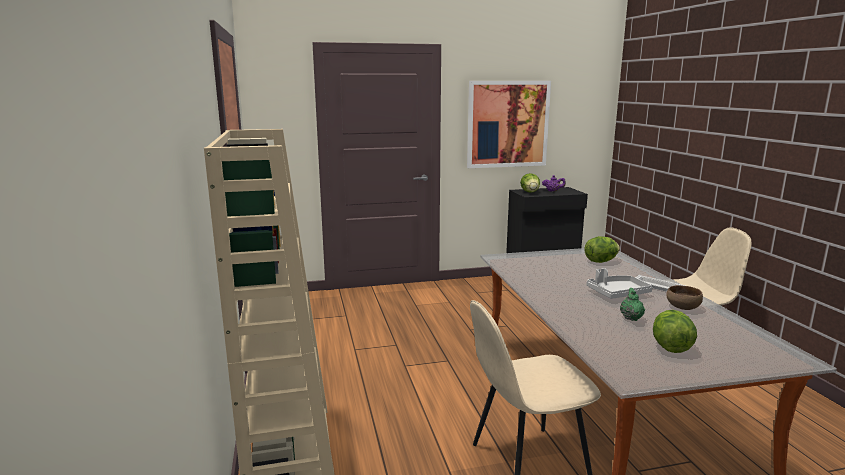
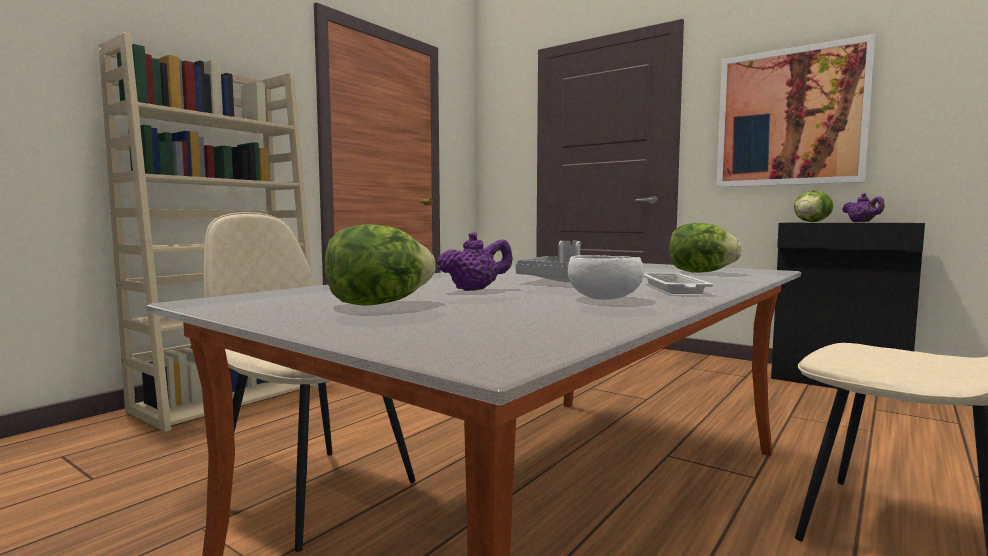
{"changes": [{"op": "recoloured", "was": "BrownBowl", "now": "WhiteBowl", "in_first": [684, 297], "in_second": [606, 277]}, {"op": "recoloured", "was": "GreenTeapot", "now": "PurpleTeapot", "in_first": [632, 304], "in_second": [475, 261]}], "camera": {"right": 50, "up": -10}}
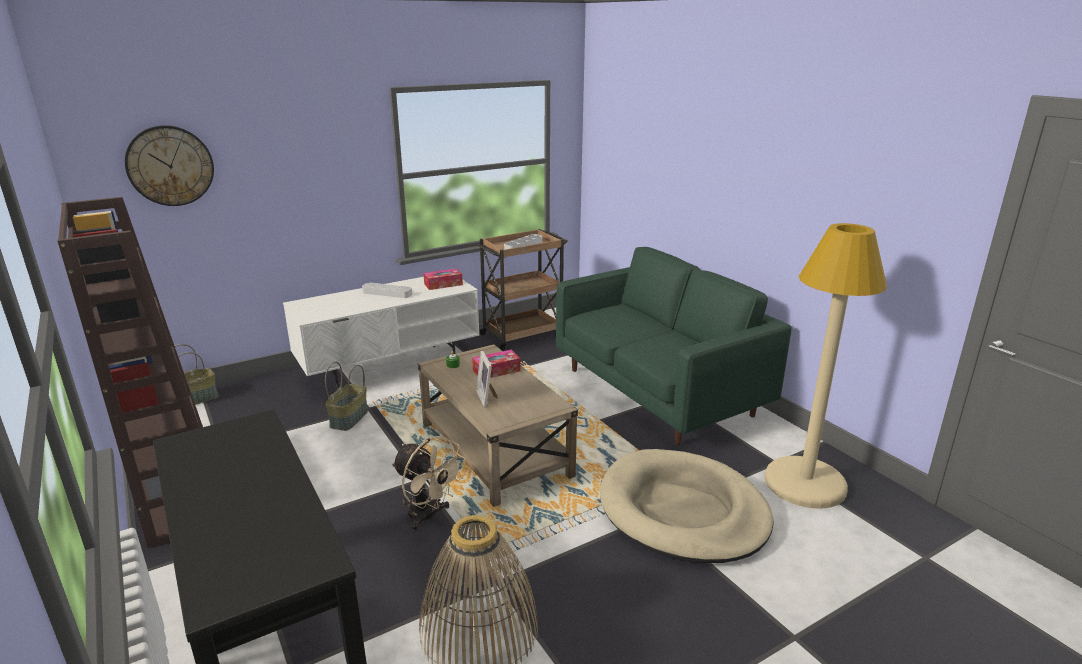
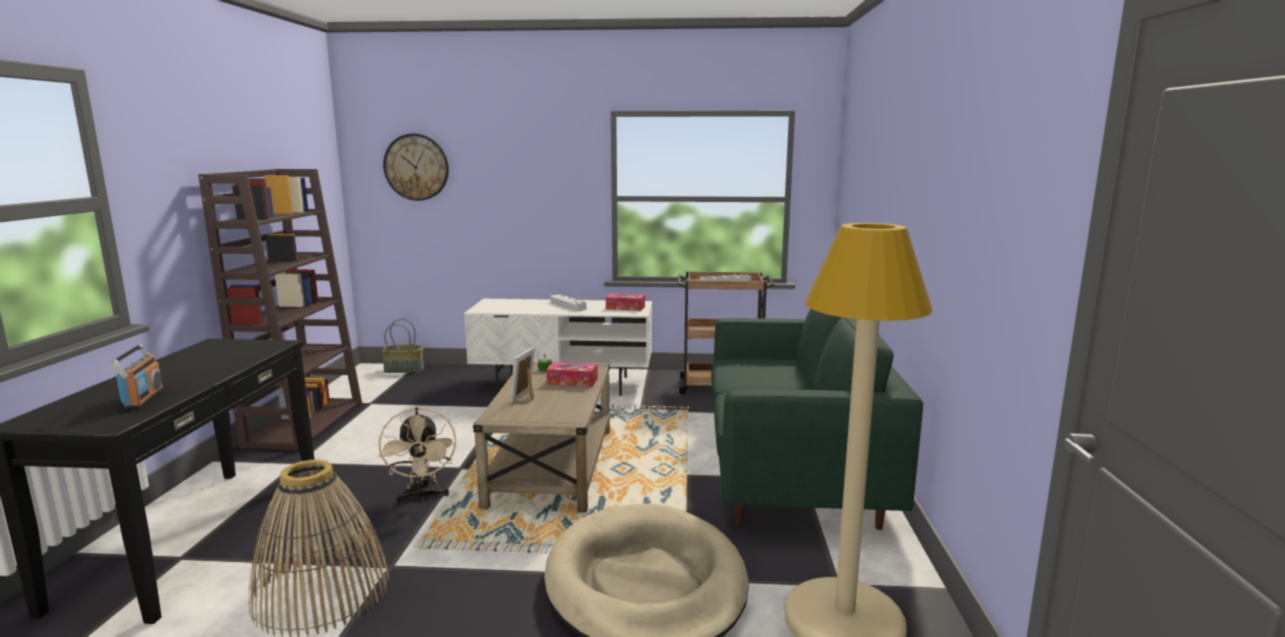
{"changes": [{"op": "removed", "was": "Basket", "in_first": [346, 396]}, {"op": "added", "now": "Radio", "in_second": [137, 376]}], "camera": {"right": 35, "up": -10}}
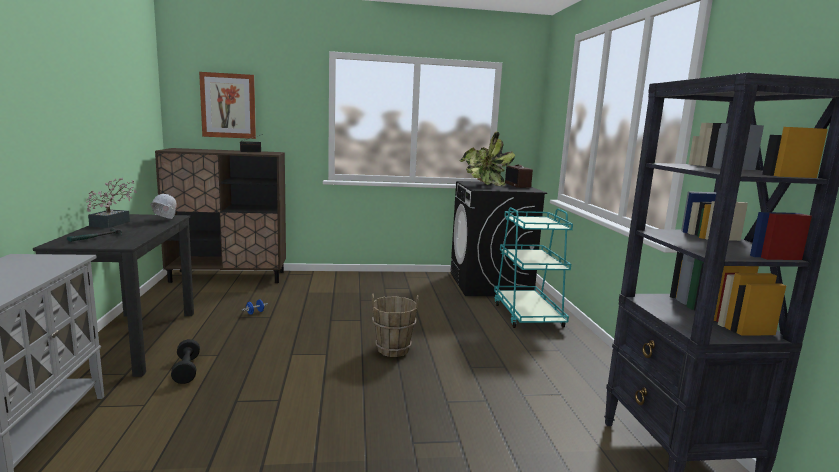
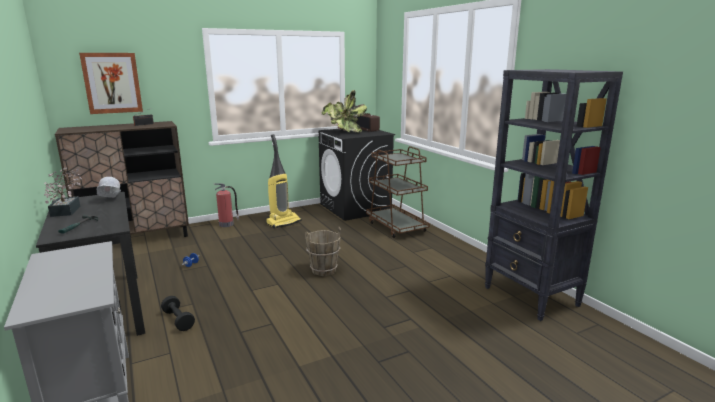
{"changes": [{"op": "recoloured", "was": "TurquoiseCart", "now": "BrownCart", "in_first": [533, 267], "in_second": [398, 192]}, {"op": "added", "now": "VacuumCleaner", "in_second": [283, 181]}, {"op": "added", "now": "FireExtinguisher", "in_second": [226, 205]}], "camera": {"right": -20, "up": 5}}
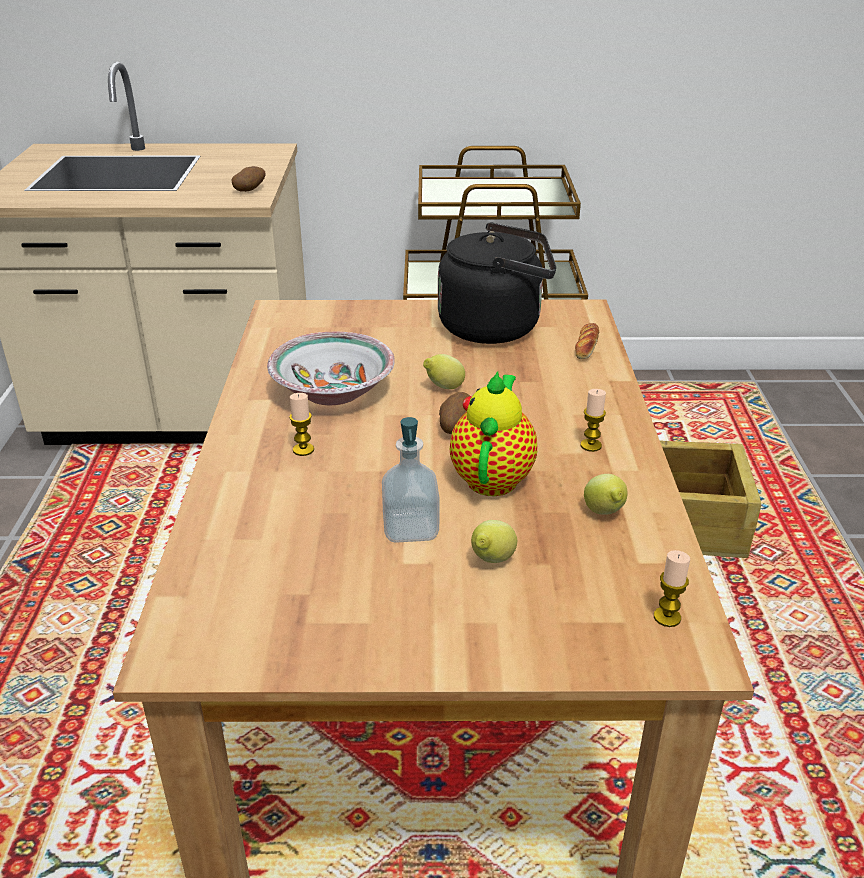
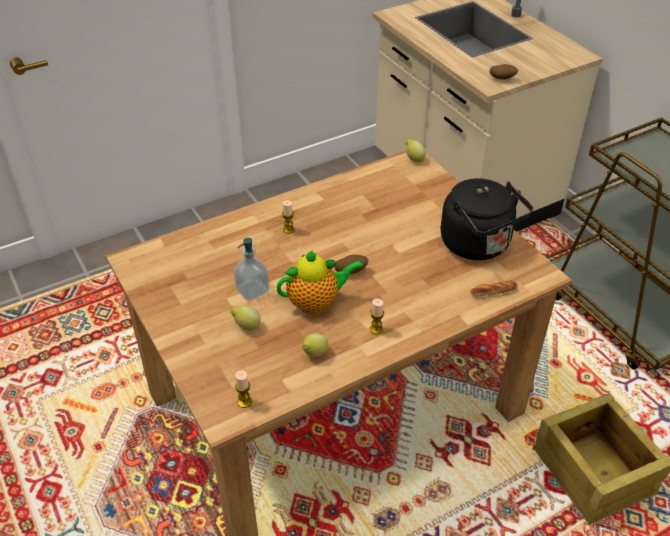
{"changes": [{"op": "removed", "was": "Bowl", "in_first": [331, 368]}, {"op": "moved", "was": "Lemon", "in_first": [444, 371], "in_second": [416, 150]}], "camera": {"right": 60, "up": 10}}
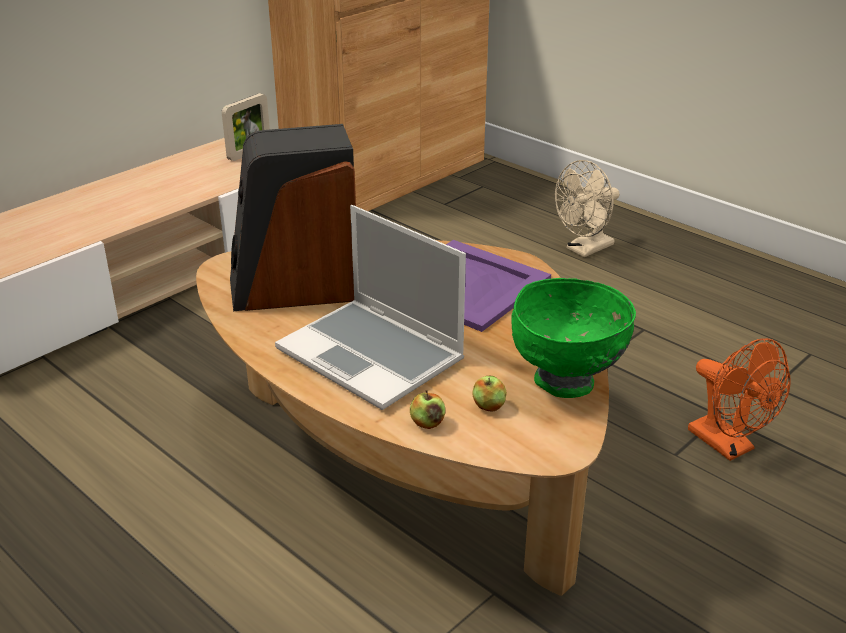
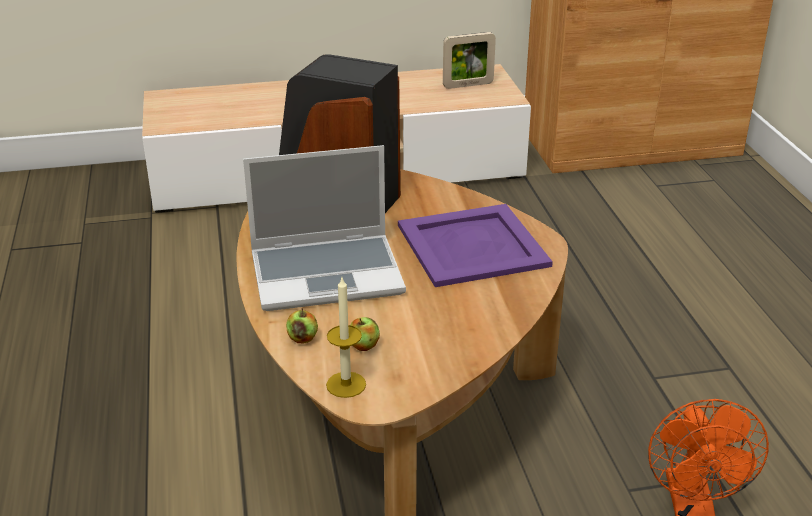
{"changes": [{"op": "removed", "was": "BeigeFan", "in_first": [587, 208]}, {"op": "turned", "was": "Laptop", "in_first": [370, 307], "in_second": [324, 228], "clockwise": -90}, {"op": "removed", "was": "GreenBowl", "in_first": [573, 338]}, {"op": "added", "now": "Candle", "in_second": [346, 338]}], "camera": {"right": 35, "up": 0}}
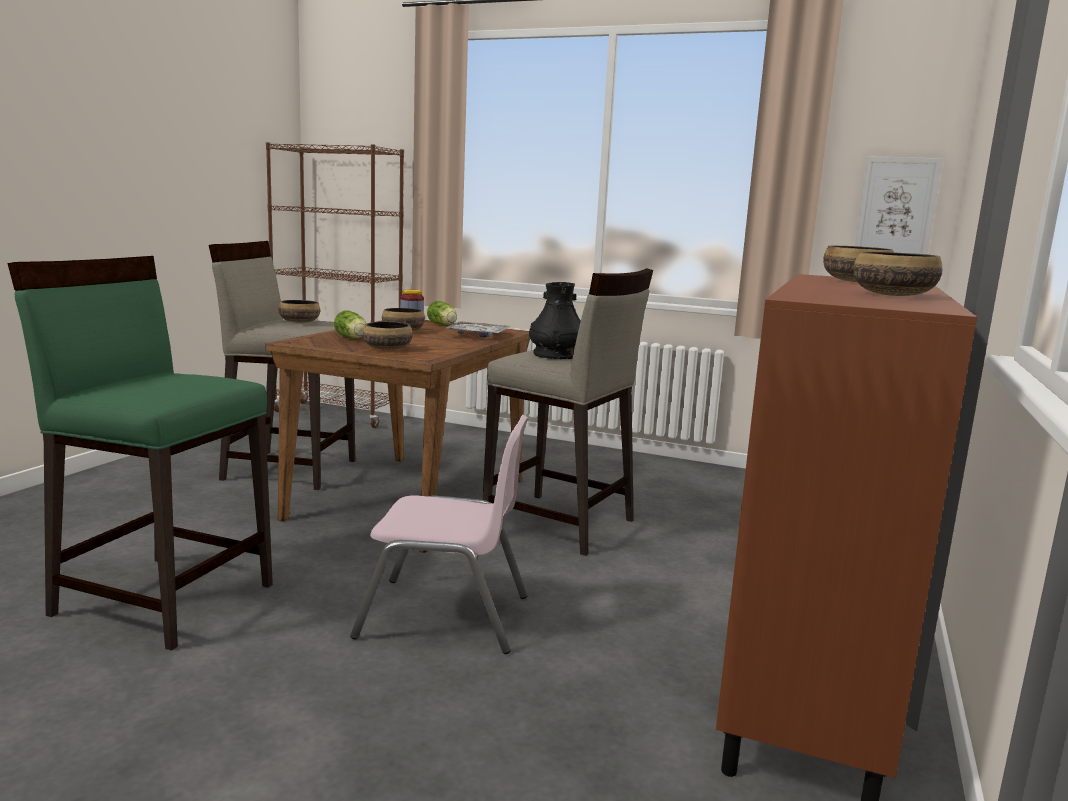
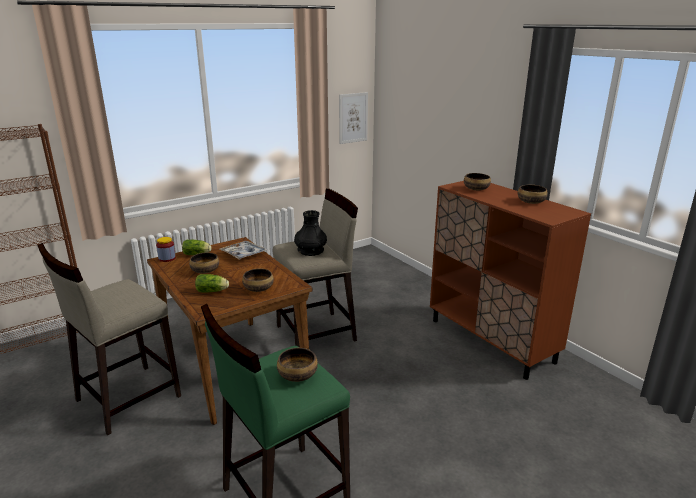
{"changes": [{"op": "moved", "was": "Bowl", "in_first": [299, 311], "in_second": [297, 365]}, {"op": "removed", "was": "PinkChair", "in_first": [439, 534]}], "camera": {"right": -55, "up": 10}}
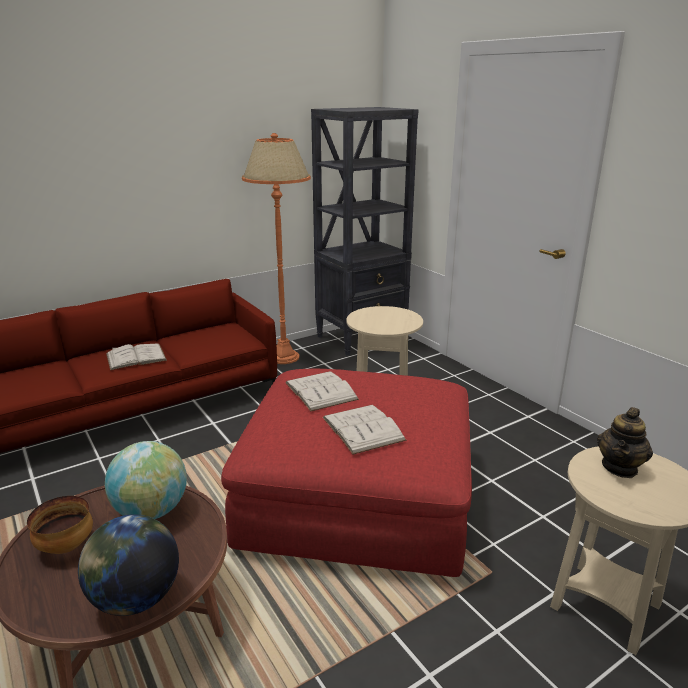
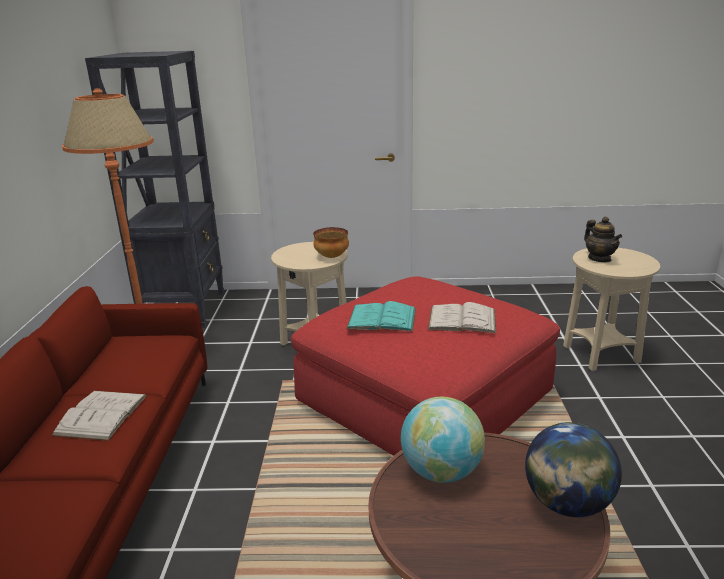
{"changes": [{"op": "recoloured", "was": "WhiteBook", "now": "TurquoiseBook", "in_first": [322, 391], "in_second": [381, 316]}, {"op": "moved", "was": "Bowl", "in_first": [60, 525], "in_second": [331, 242]}], "camera": {"right": -55, "up": 0}}
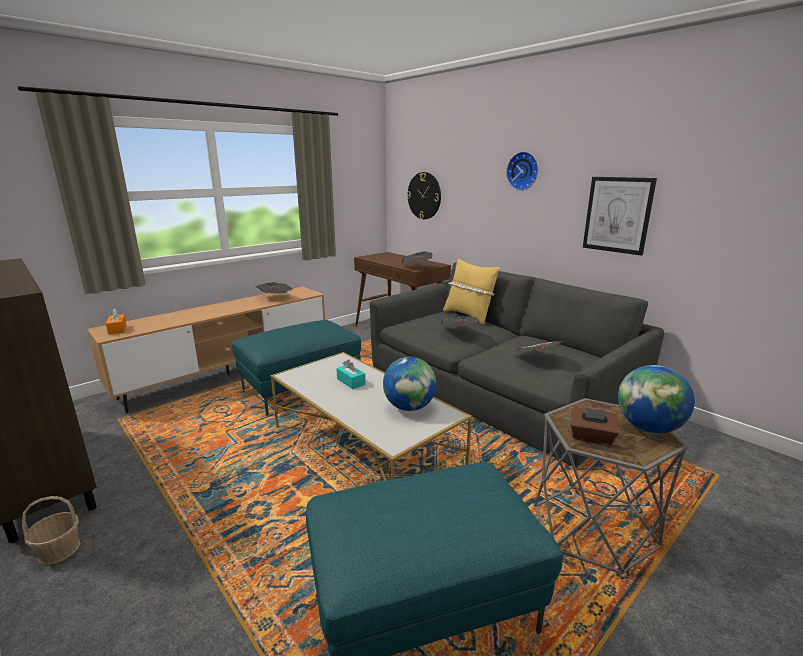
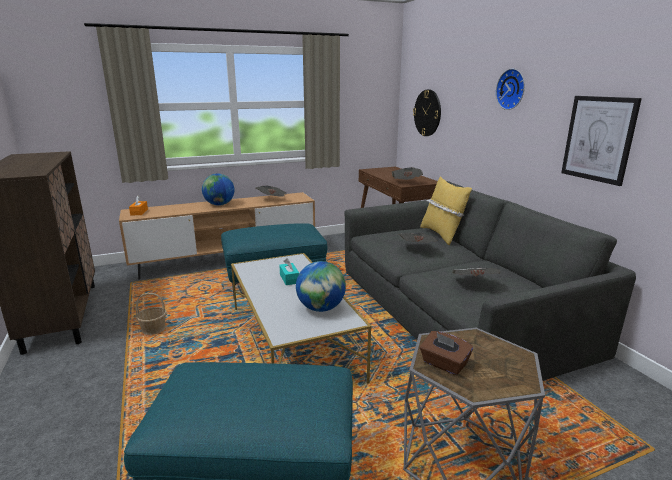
{"changes": [{"op": "moved", "was": "Globe", "in_first": [656, 399], "in_second": [218, 190]}, {"op": "moved", "was": "Basket", "in_first": [51, 530], "in_second": [151, 314]}], "camera": {"right": 20, "up": 0}}
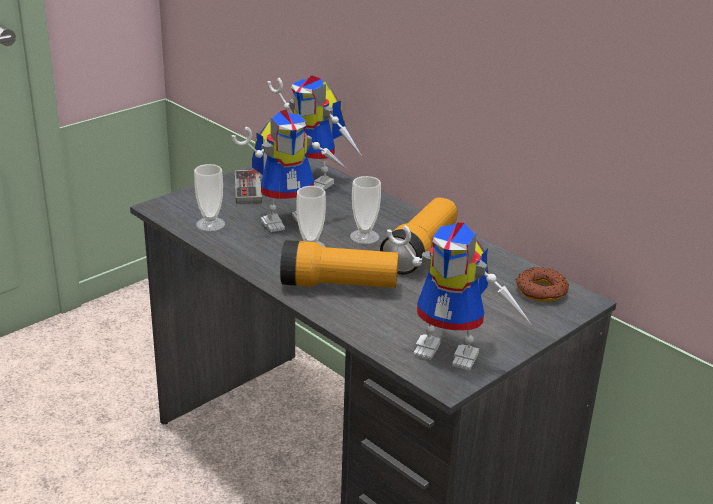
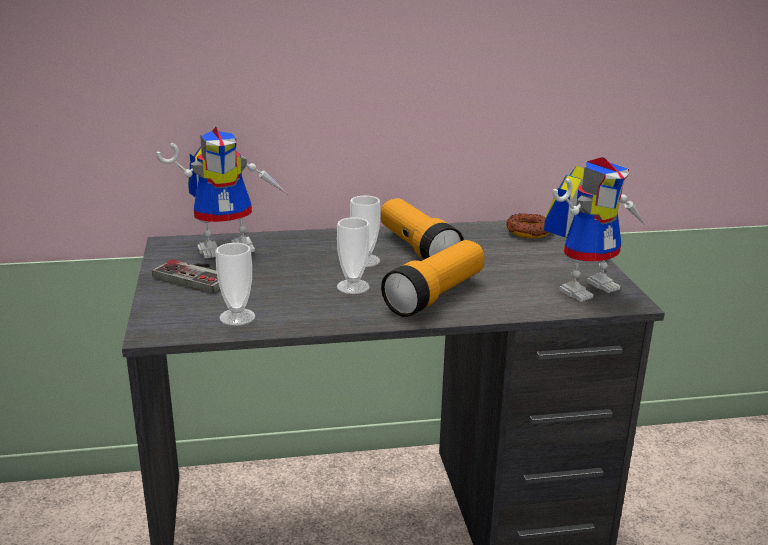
{"changes": [{"op": "removed", "was": "ToyRobot", "in_first": [290, 171]}], "camera": {"right": -55, "up": -5}}
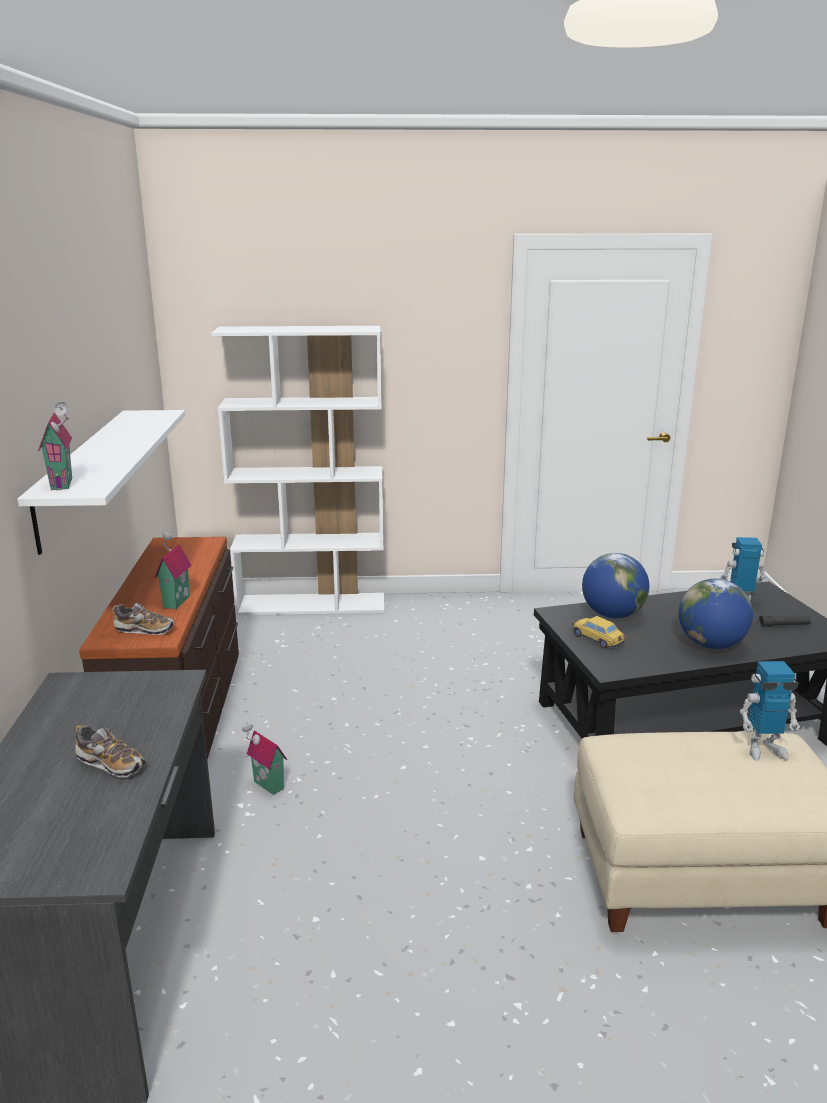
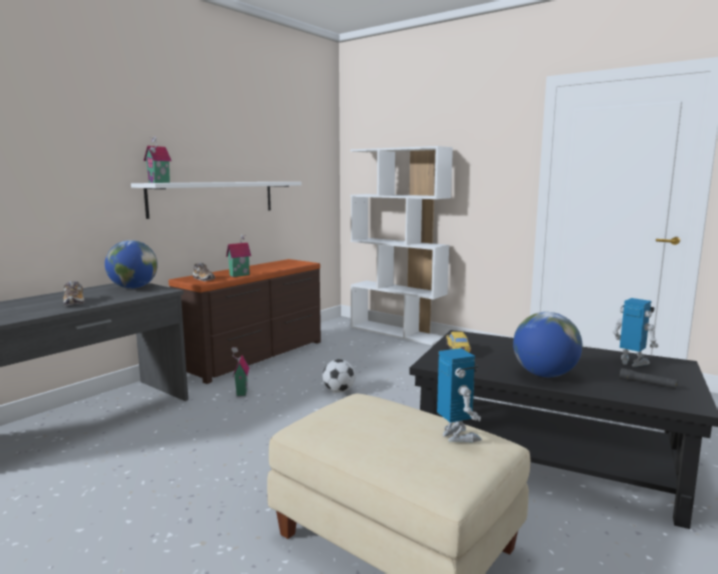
{"changes": [{"op": "moved", "was": "Globe", "in_first": [615, 586], "in_second": [131, 264]}, {"op": "turned", "was": "ToyRobot", "in_first": [770, 711], "in_second": [459, 395], "clockwise": -150}, {"op": "added", "now": "Football", "in_second": [339, 376]}], "camera": {"right": 40, "up": -10}}
